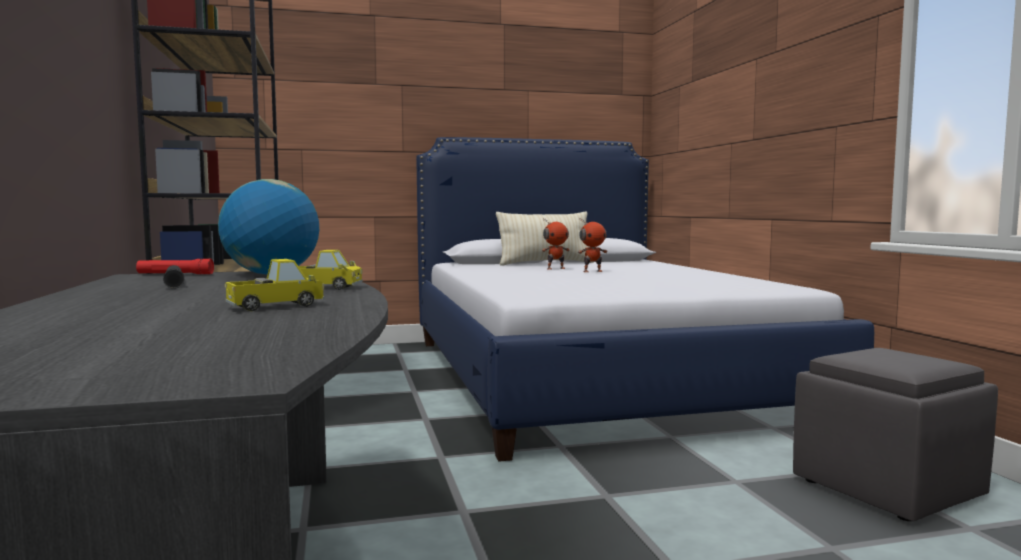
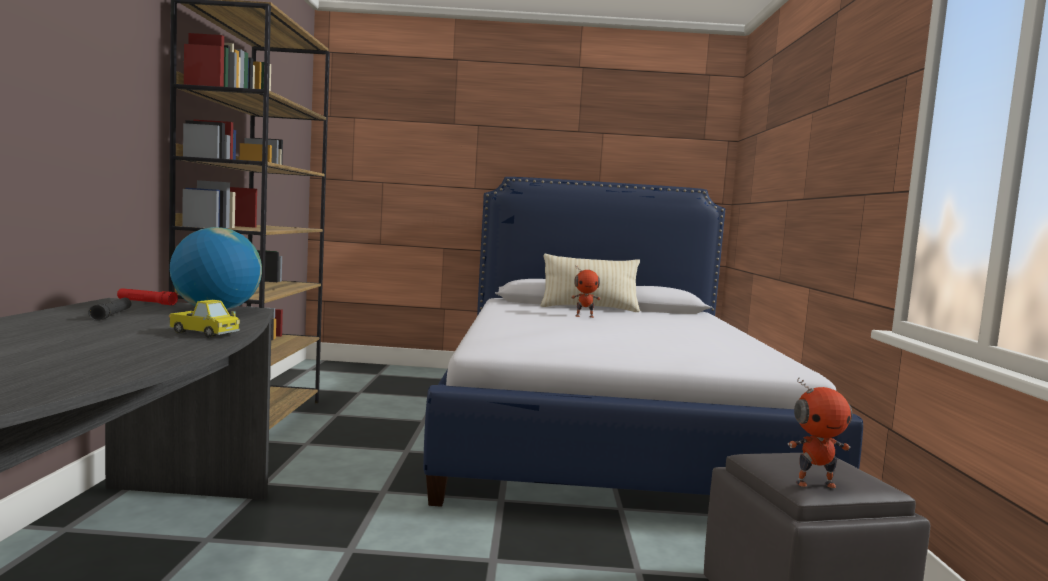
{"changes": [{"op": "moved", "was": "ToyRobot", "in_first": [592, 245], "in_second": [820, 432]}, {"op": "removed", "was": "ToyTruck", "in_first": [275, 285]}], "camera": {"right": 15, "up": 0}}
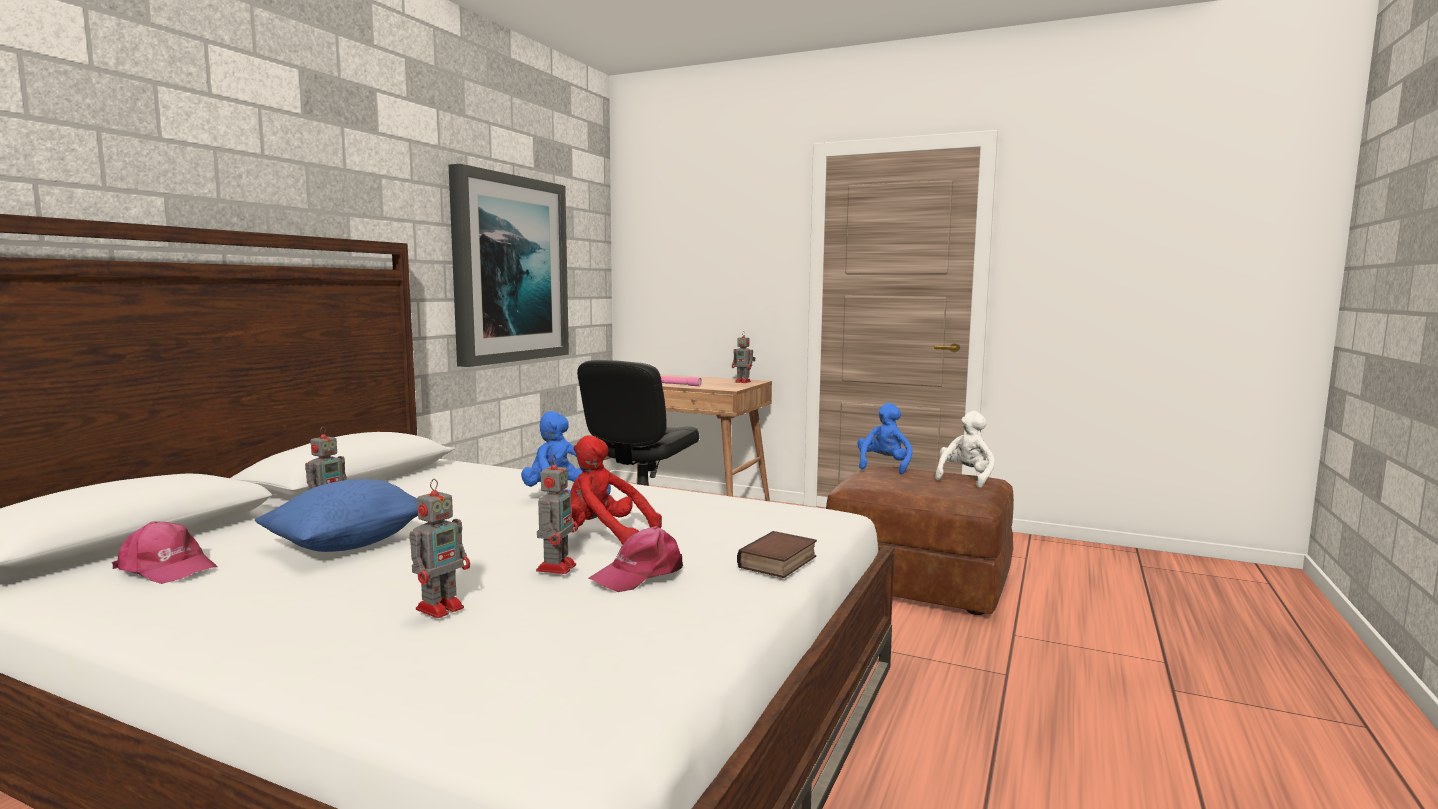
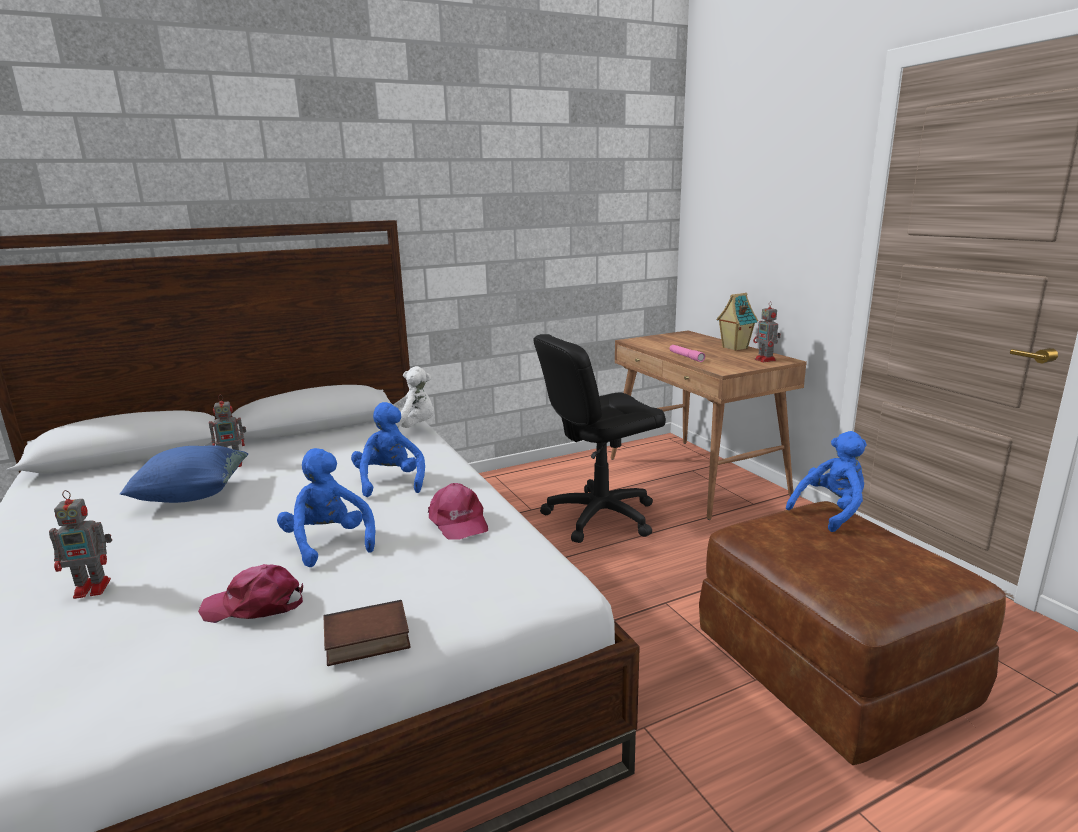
{"changes": [{"op": "removed", "was": "Picture", "in_first": [509, 265]}, {"op": "moved", "was": "WhitePlushToy", "in_first": [965, 449], "in_second": [406, 398]}, {"op": "recoloured", "was": "RedPlushToy", "now": "BluePlushToy", "in_first": [616, 490], "in_second": [326, 507]}, {"op": "removed", "was": "ToyRobot", "in_first": [557, 514]}, {"op": "moved", "was": "PinkCap", "in_first": [165, 552], "in_second": [458, 511]}, {"op": "added", "now": "ToyHouse", "in_second": [737, 322]}], "camera": {"right": 40, "up": 10}}
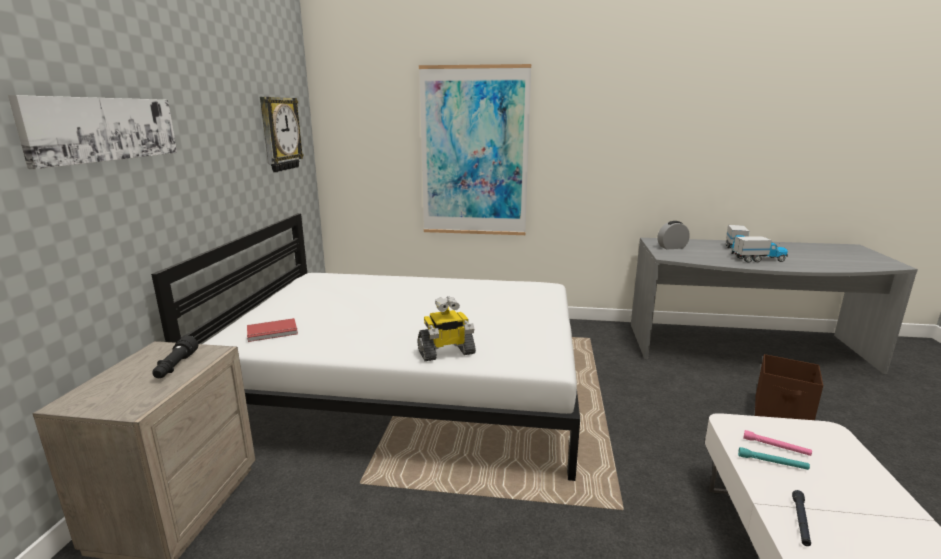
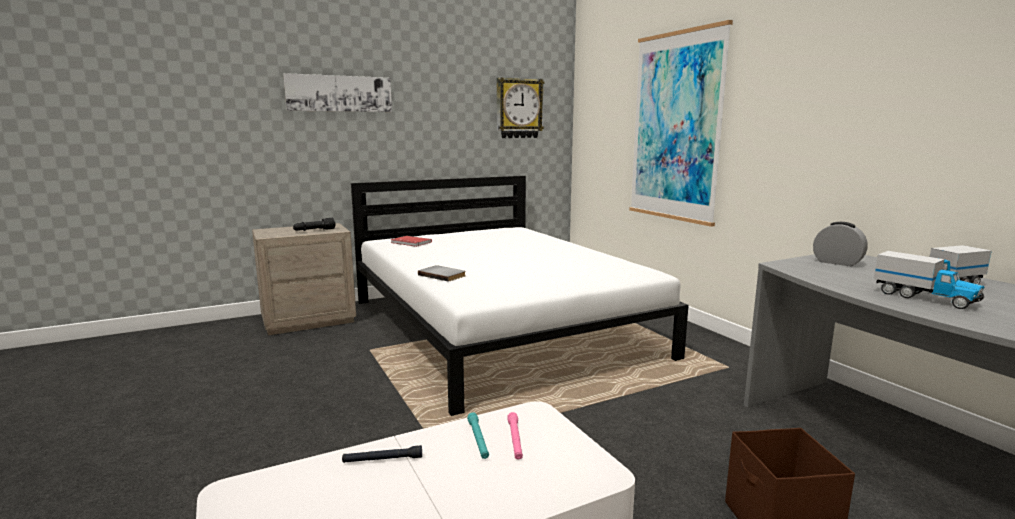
{"changes": [{"op": "replaced", "was": "ToyRobot", "now": "GreyBook", "in_first": [447, 328], "in_second": [442, 273]}], "camera": {"right": 55, "up": -5}}
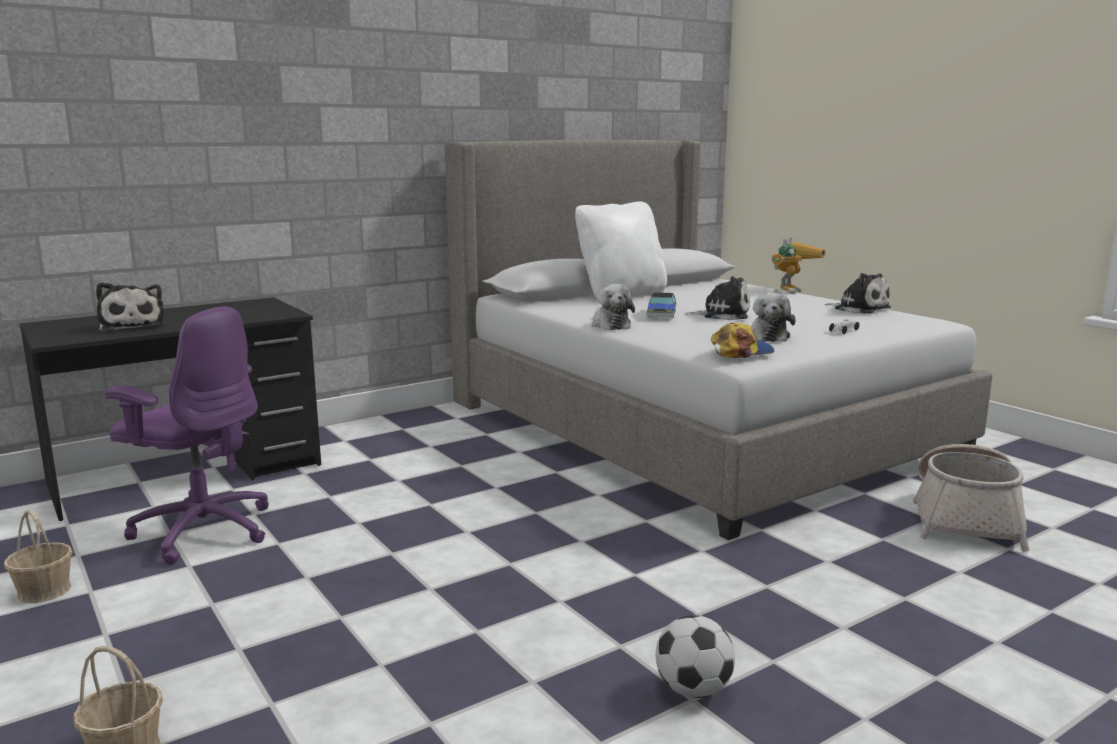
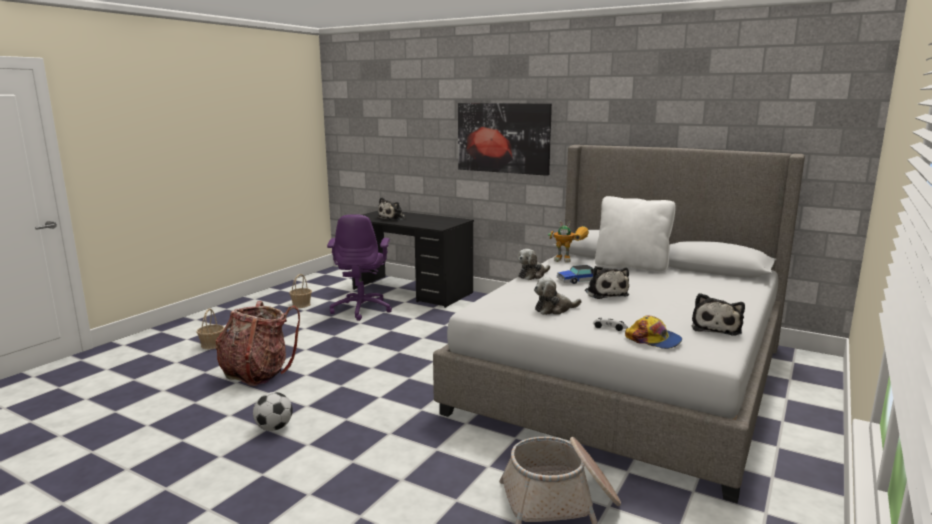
{"changes": [{"op": "moved", "was": "ToyRobot", "in_first": [798, 265], "in_second": [568, 242]}, {"op": "moved", "was": "Cap", "in_first": [742, 340], "in_second": [653, 332]}, {"op": "added", "now": "Picture", "in_second": [505, 139]}, {"op": "added", "now": "Backpack", "in_second": [258, 343]}], "camera": {"right": 65, "up": 0}}
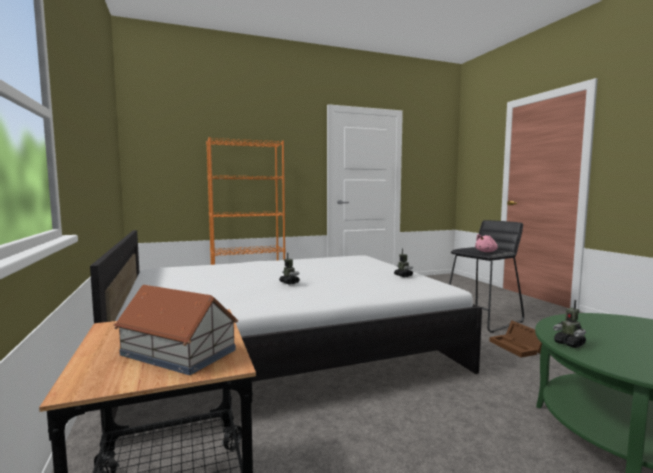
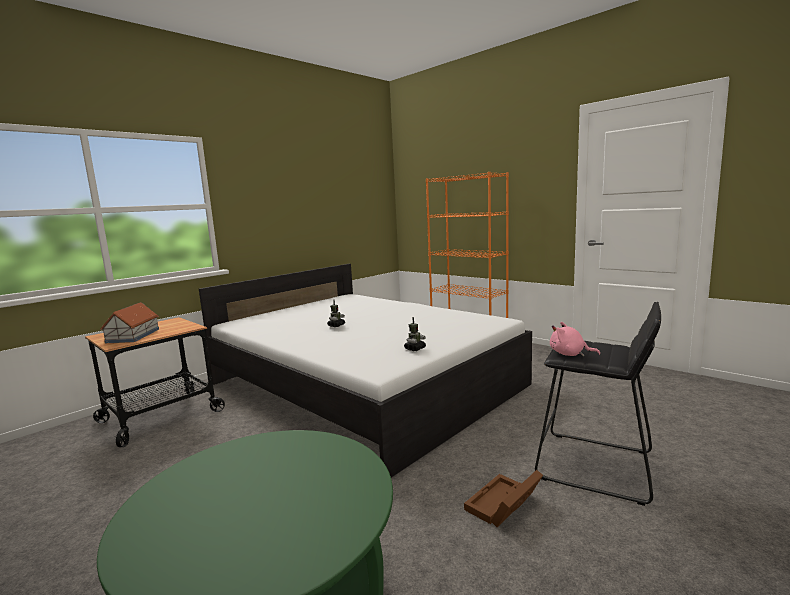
{"changes": [{"op": "removed", "was": "ToyRobot", "in_first": [569, 324]}], "camera": {"right": 65, "up": 5}}
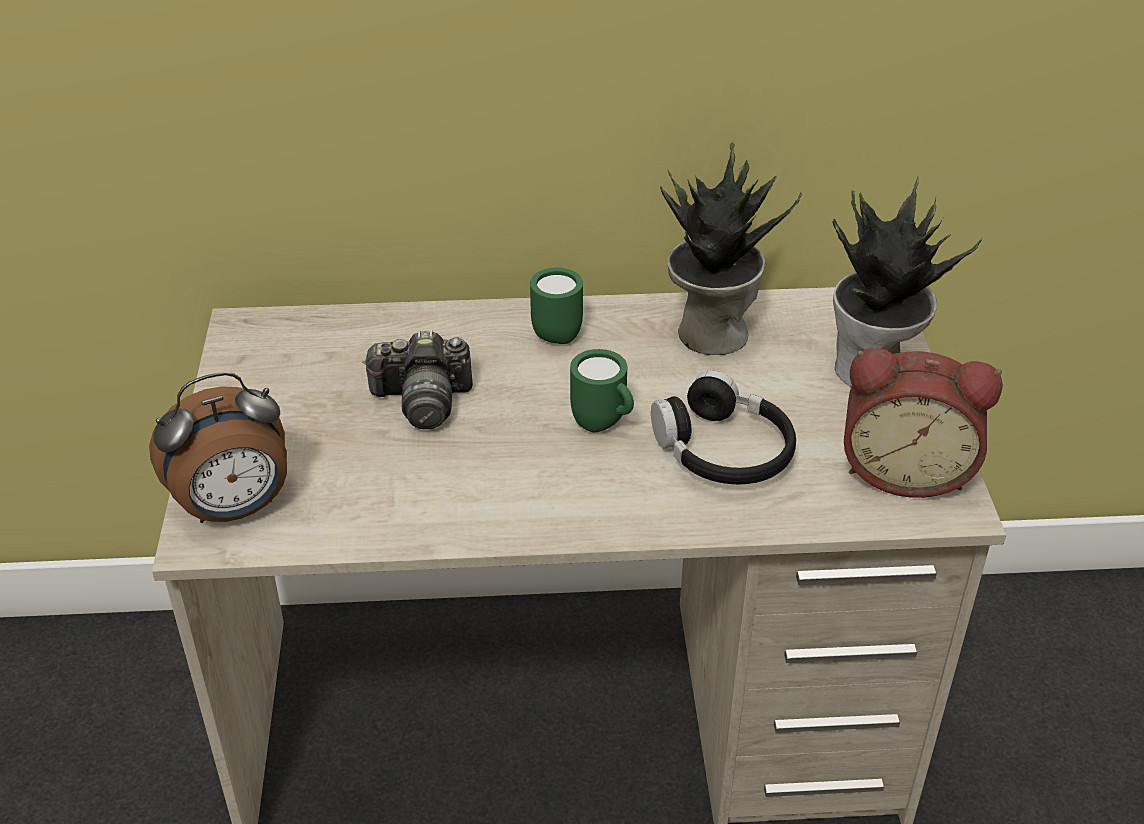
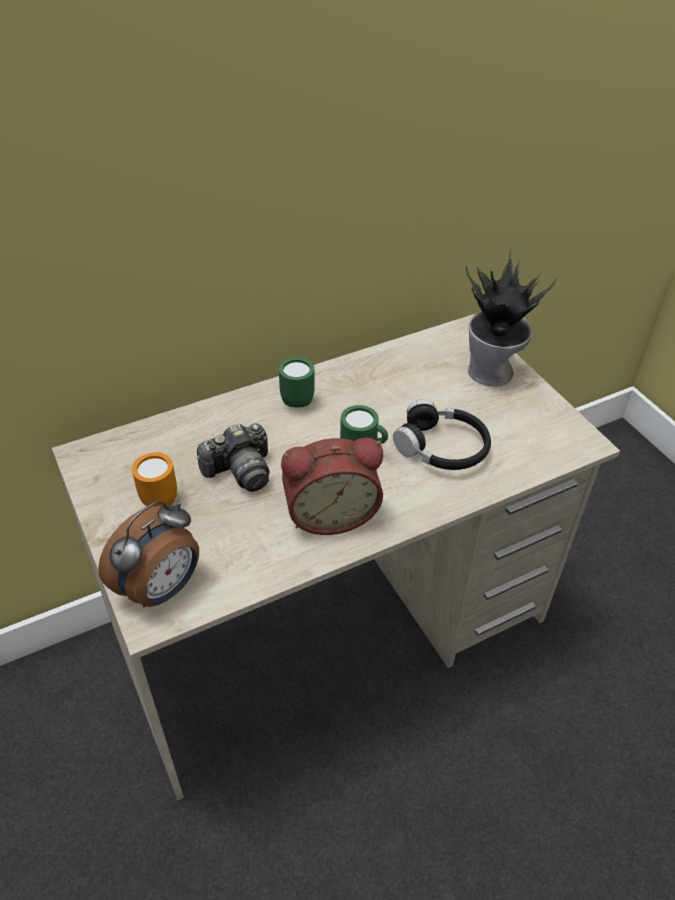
{"changes": [{"op": "removed", "was": "PottedPlant", "in_first": [731, 248]}, {"op": "moved", "was": "AlarmClock", "in_first": [923, 423], "in_second": [332, 486]}, {"op": "added", "now": "OrangeMug", "in_second": [154, 479]}], "camera": {"right": -25, "up": 5}}
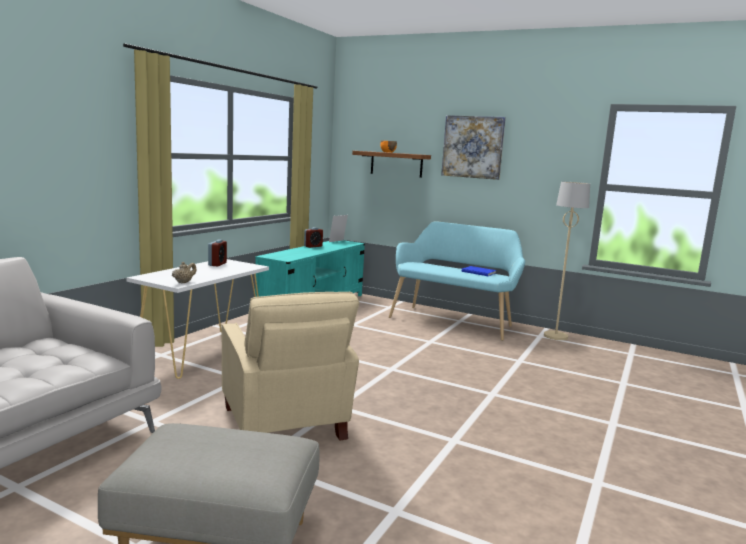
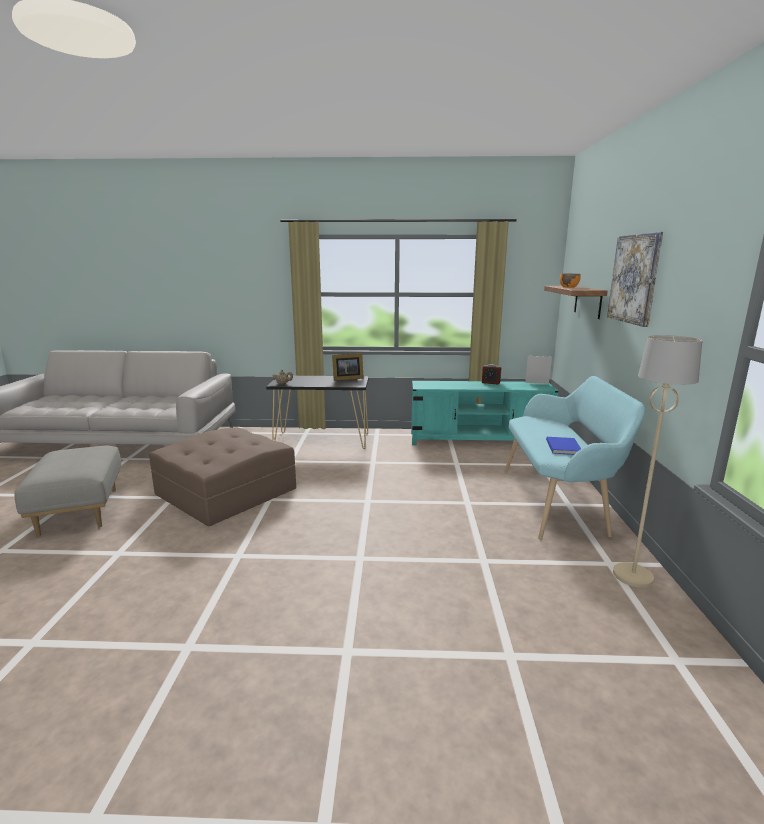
{"changes": [{"op": "replaced", "was": "AlarmClock", "now": "PictureFrame", "in_first": [217, 252], "in_second": [348, 367]}, {"op": "recoloured", "was": "WhiteConsoleTable", "now": "BlackConsoleTable", "in_first": [198, 319], "in_second": [317, 412]}, {"op": "replaced", "was": "BeigeArmchair", "now": "BrownOttoman", "in_first": [290, 366], "in_second": [222, 476]}], "camera": {"right": 65, "up": 5}}
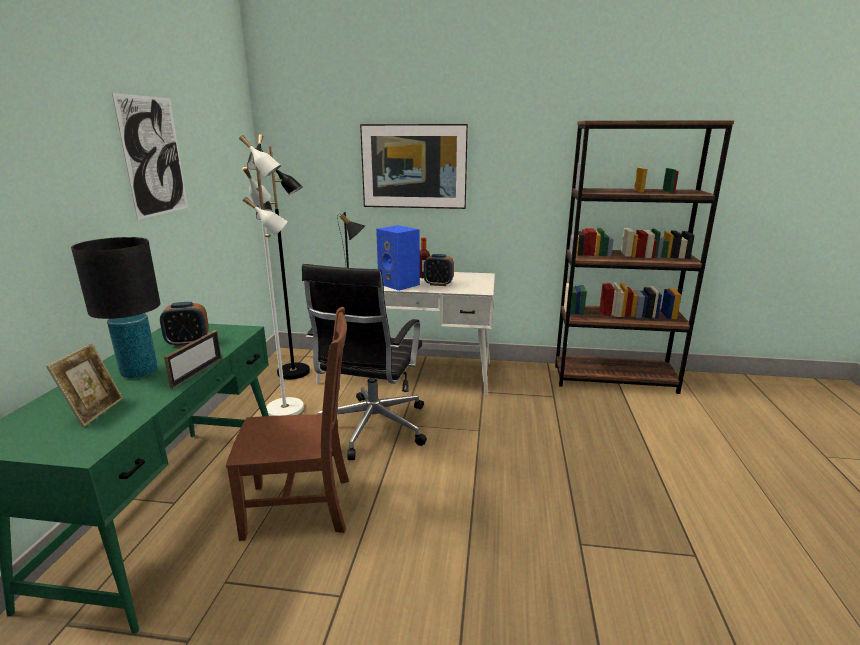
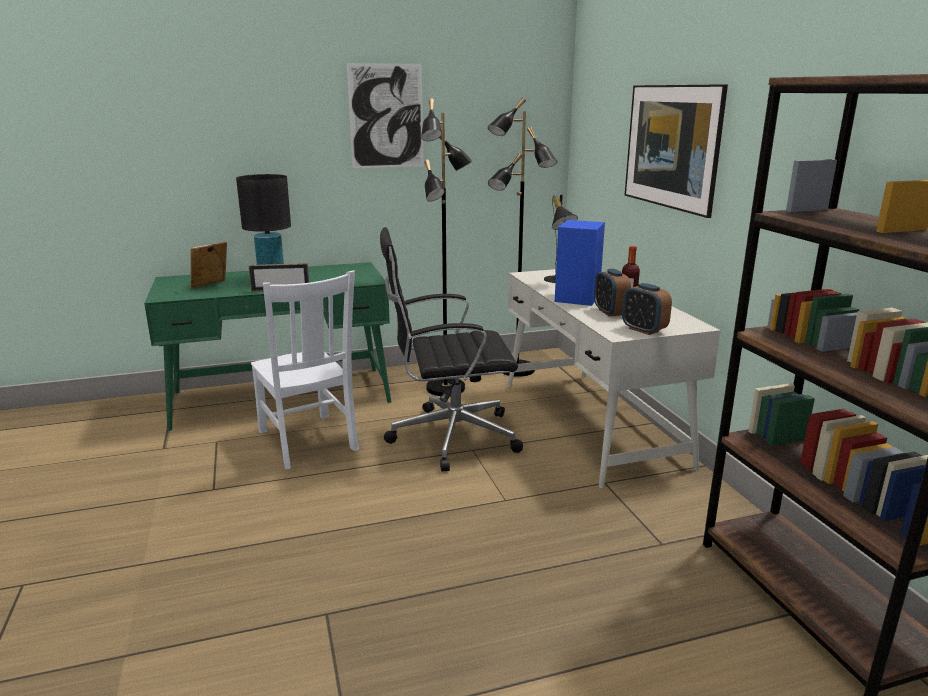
{"changes": [{"op": "recoloured", "was": "WhiteFloorLamp", "now": "BlackFloorLamp", "in_first": [271, 275], "in_second": [447, 247]}, {"op": "moved", "was": "AlarmClock", "in_first": [184, 324], "in_second": [647, 309]}, {"op": "recoloured", "was": "BrownChair", "now": "WhiteChair", "in_first": [287, 424], "in_second": [305, 369]}, {"op": "turned", "was": "PictureFrame", "in_first": [84, 385], "in_second": [208, 265], "clockwise": 150}], "camera": {"right": 65, "up": 0}}
